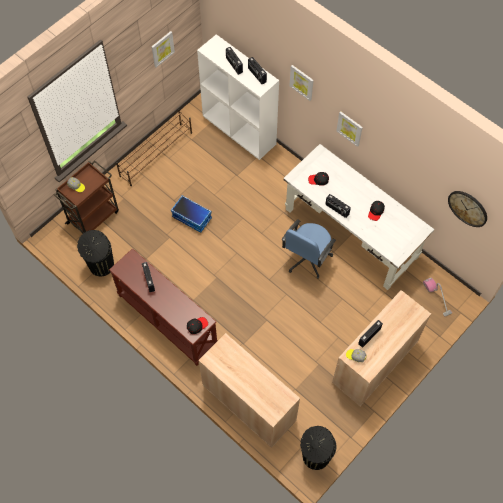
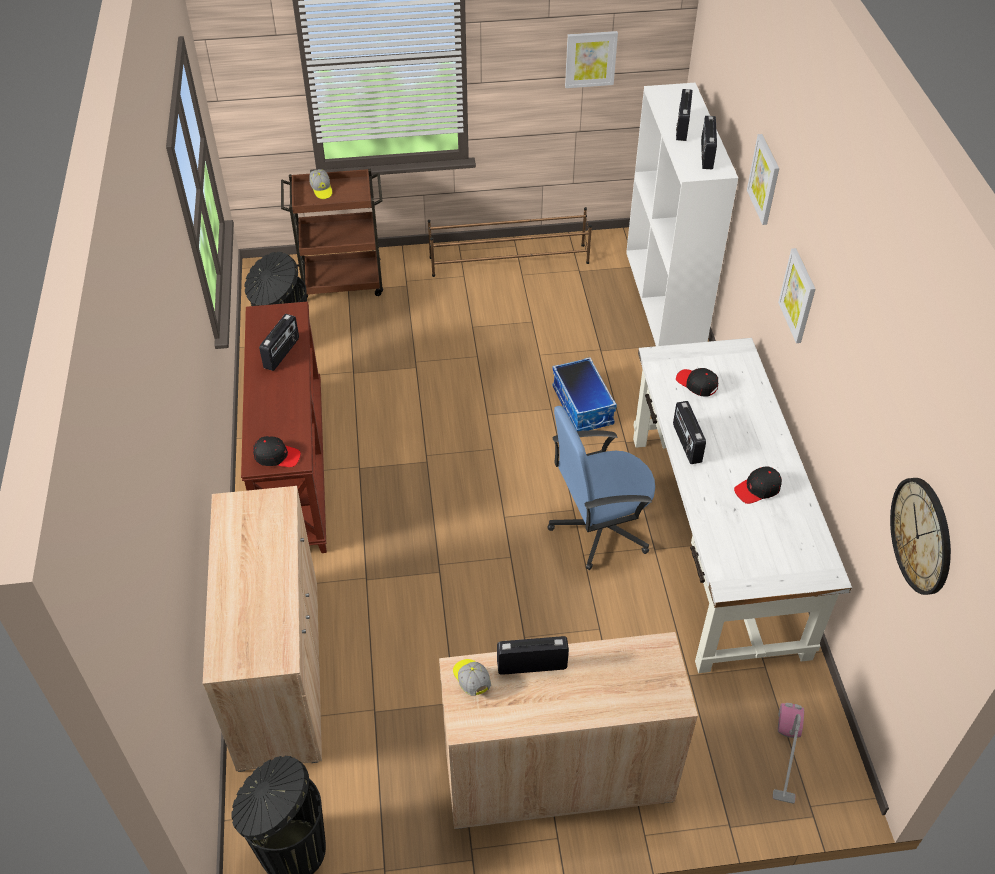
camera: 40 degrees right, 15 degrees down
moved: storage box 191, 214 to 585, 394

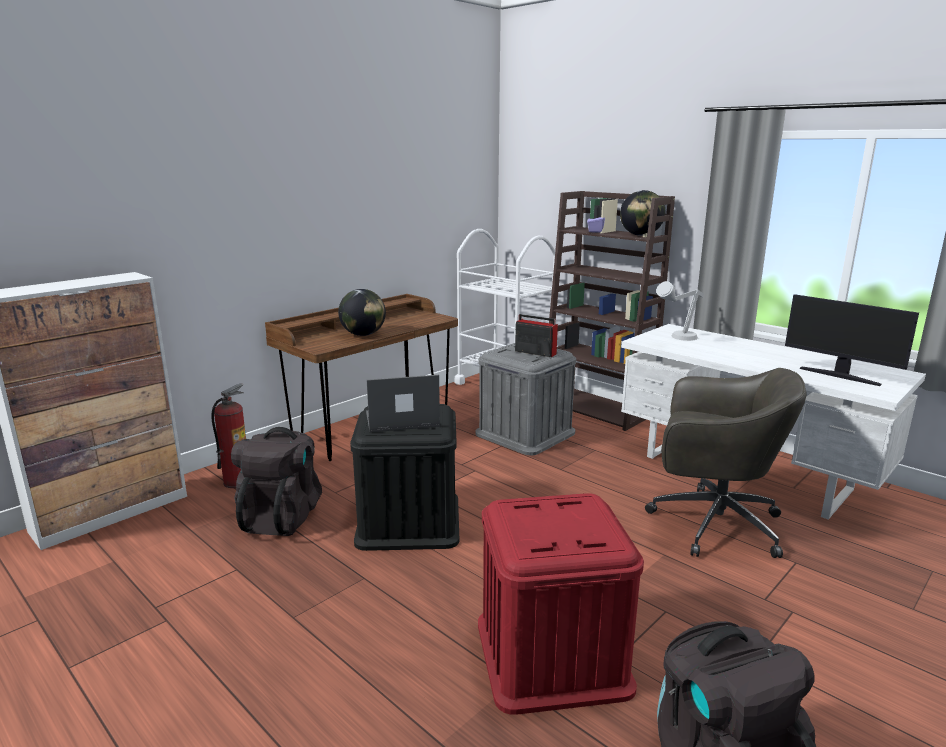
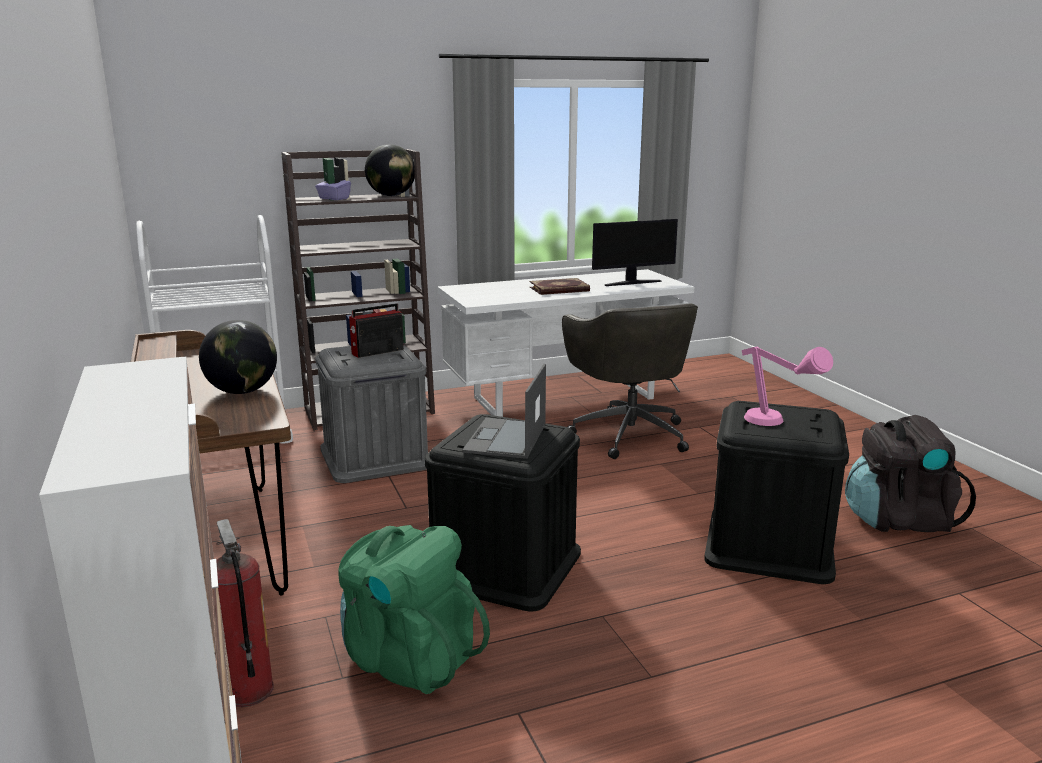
camera: 65 degrees left, 0 degrees up
removed: tabletop lamp in gray 680, 311
added: volume 560, 286; tabletop lamp in pinkish 787, 386
recoloured: knapsack in black-coloured 276, 481 to knapsack in green 414, 609; storage box in red 561, 604 to storage box in black-coloured 776, 492
turned: office chair in gray 726, 463 = 630, 381 120 degrees clockwise

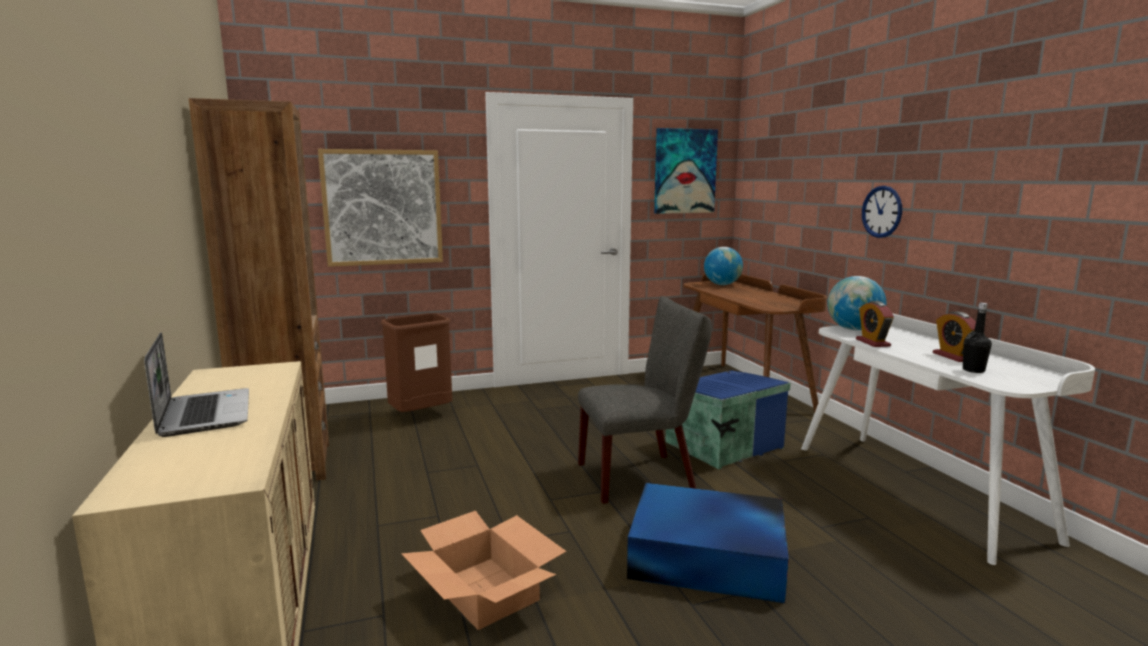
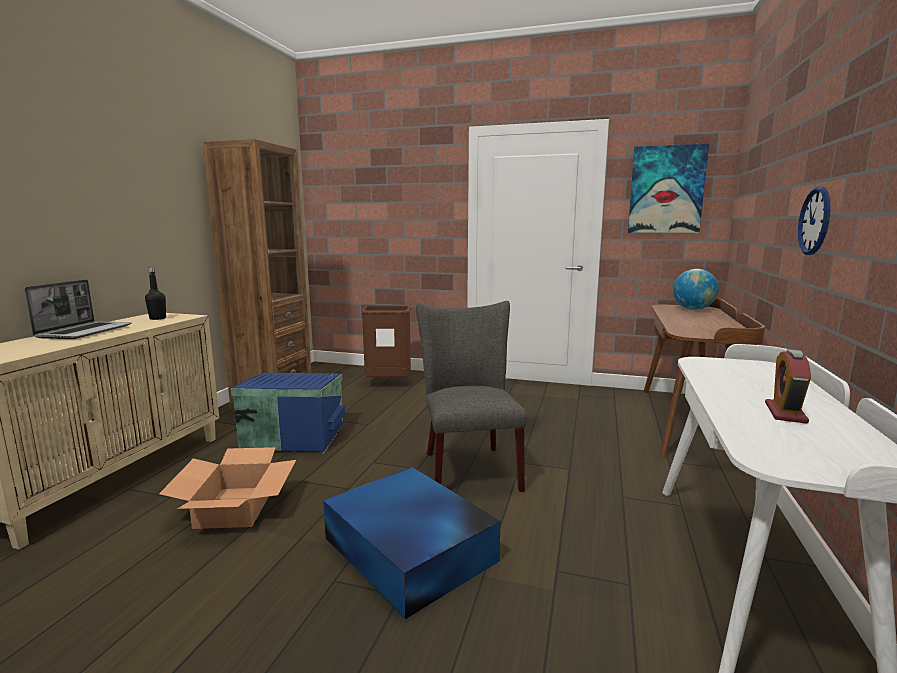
camera: 35 degrees right, 0 degrees up
removed: wall art 380, 208; globe 856, 303; bedside clock 875, 324
moved: drink bottle in black-coloured 977, 338 to 155, 293; storage box in bluish 728, 419 to 288, 413
turned: chair in gray 645, 400 = 471, 396 120 degrees counterclockwise

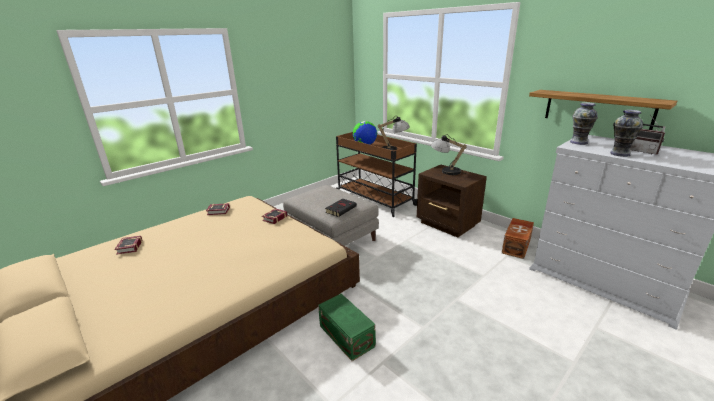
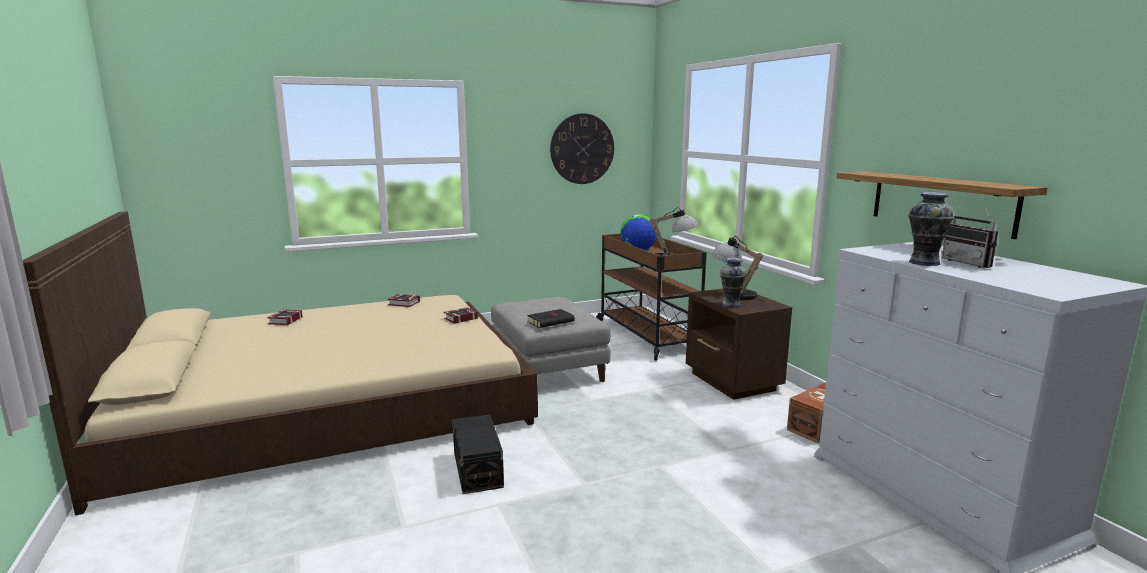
camera: 20 degrees right, 10 degrees down
added: clock on the wall 582, 148
moved: flower vase 584, 123 to 733, 283
recoloured: storage box in green 347, 327 to storage box in black-coloured 478, 454

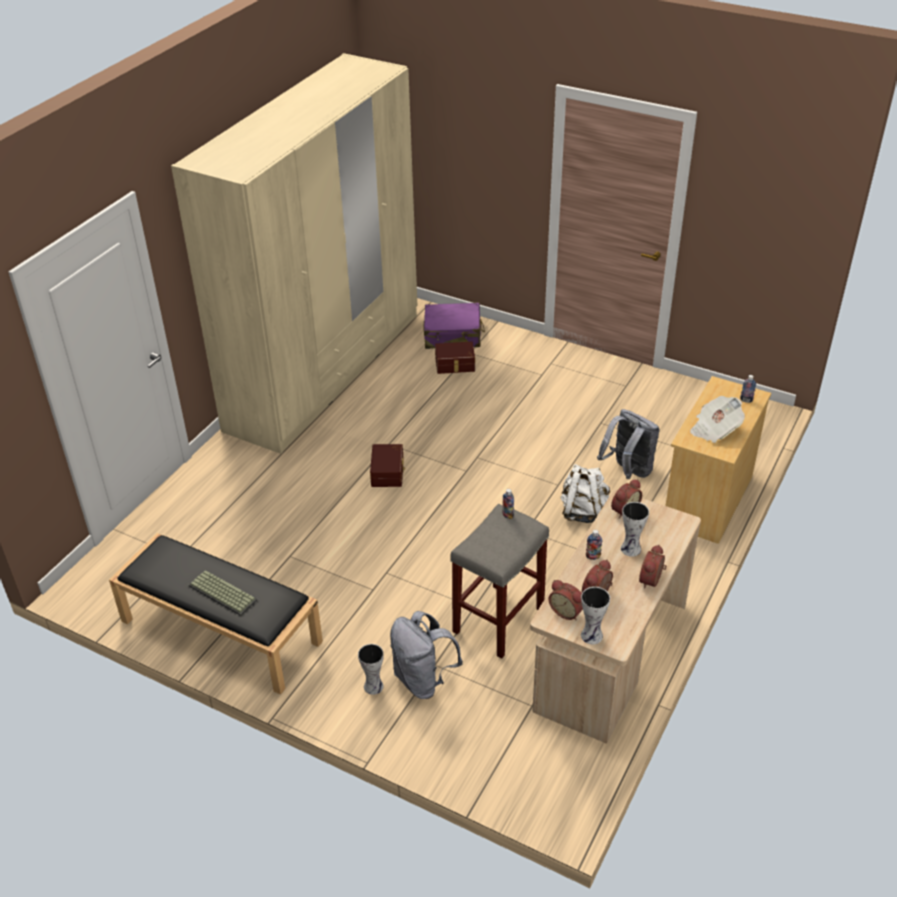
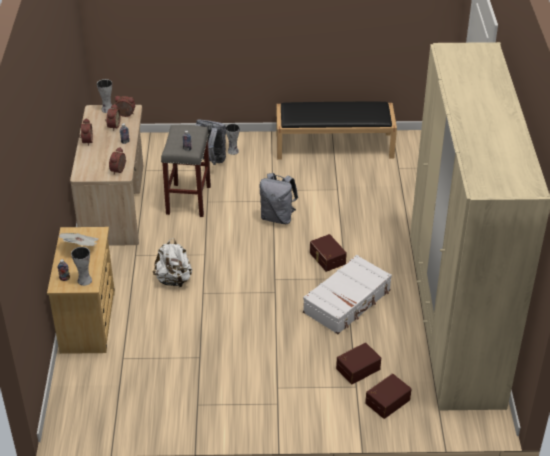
camera: 150 degrees right, 0 degrees up
removed: PC keyboard 223, 593
added: piece of luggage in whitish 347, 294
moved: knapsack in gray 628, 444 to 278, 198; flower vase 635, 529 to 81, 266
replaced: piece of luggage in purplish 454, 326 to storage box in brownish 388, 396

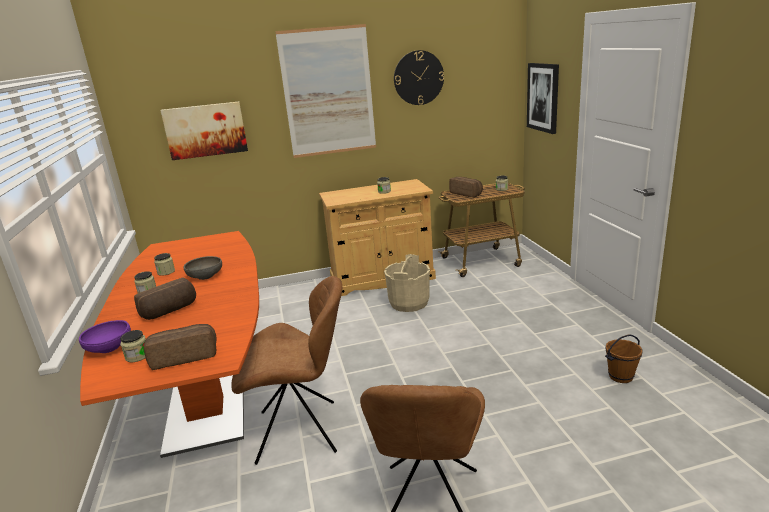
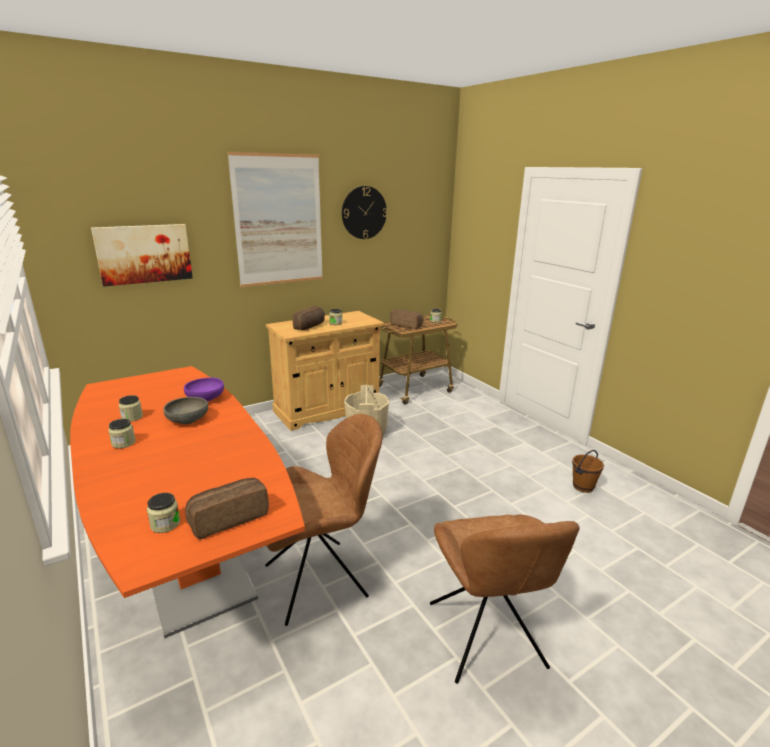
camera: 20 degrees left, 0 degrees up
removed: wall art 543, 98
moved: bakery bread 165, 298 to 308, 318; deep dish in purplish 105, 336 to 204, 389

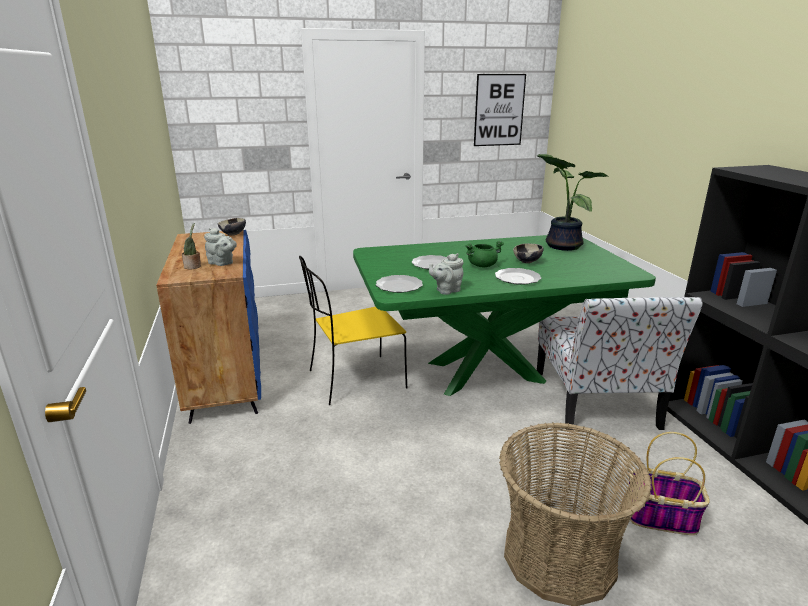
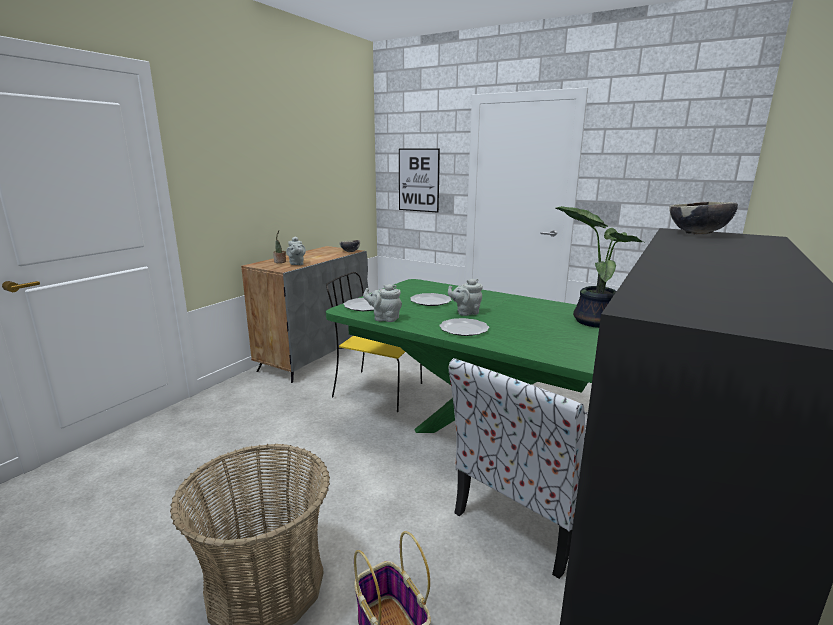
camera: 45 degrees right, 5 degrees down
moved: wall art 500, 110 to 419, 180; deep dish 528, 253 to 703, 218
replaced: stockpot in green 485, 254 to teapot in gray 465, 297
recoloured: storage cabinet in bluish 208, 327 to storage cabinet in gray 305, 314

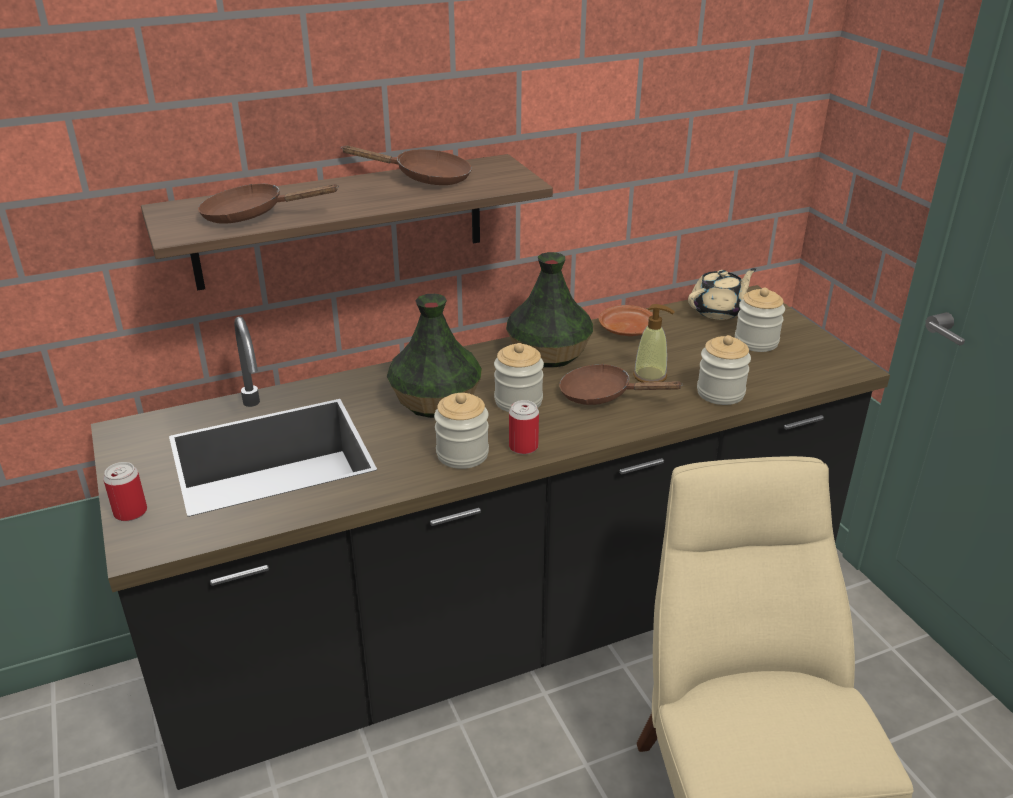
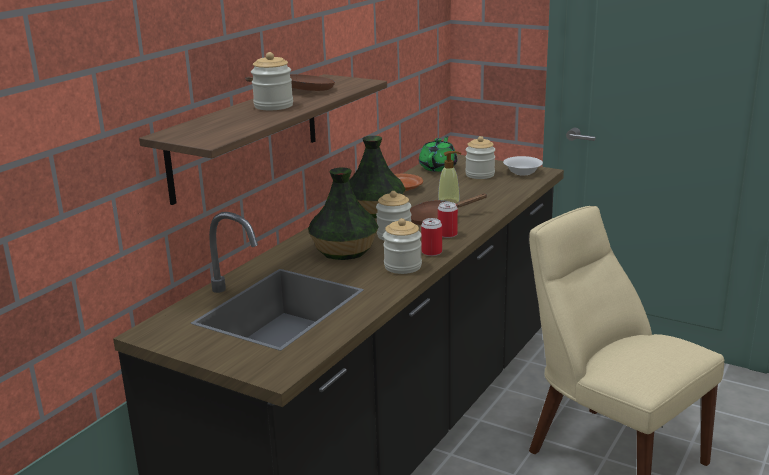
camera: 35 degrees left, 10 degrees down
removed: frying pan in brownish 268, 204
added: deep dish in whitish 523, 166
moved: preserve jar 724, 370 to 272, 81; metal can 125, 491 to 448, 220
recoloured: teapot in beige 722, 294 to teapot in green 438, 154

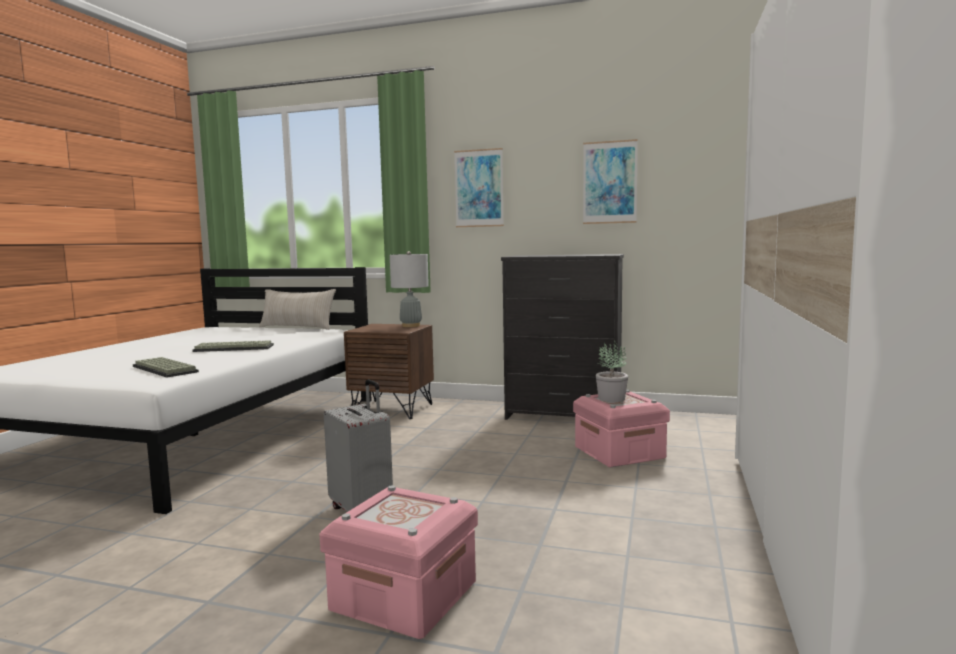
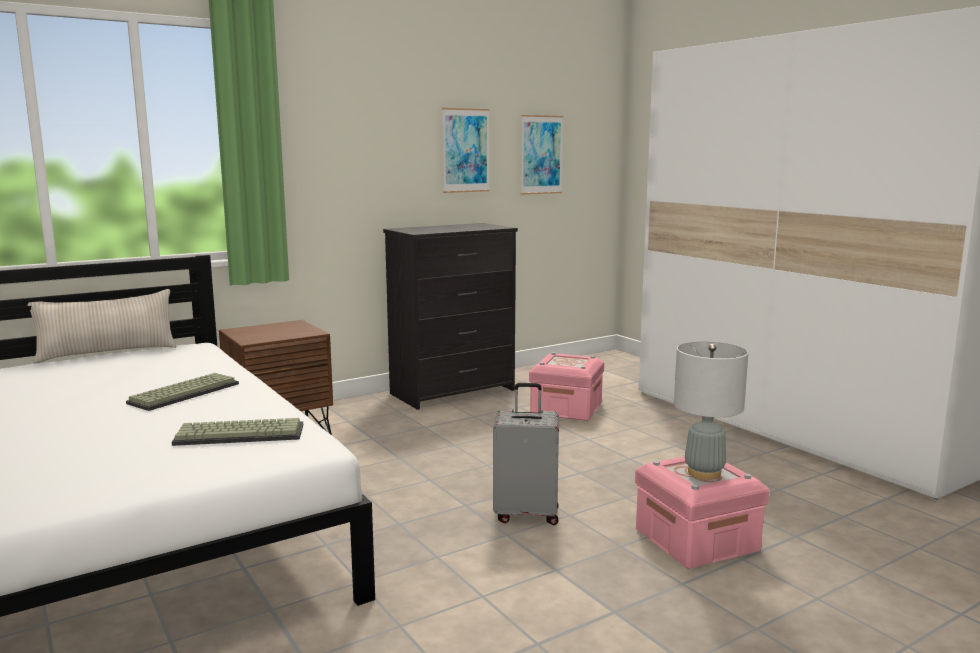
camera: 50 degrees left, 5 degrees up
removed: houseplant 612, 371
moved: wall art 479, 187 to 542, 155; tabletop lamp in gray 409, 289 to 711, 411

